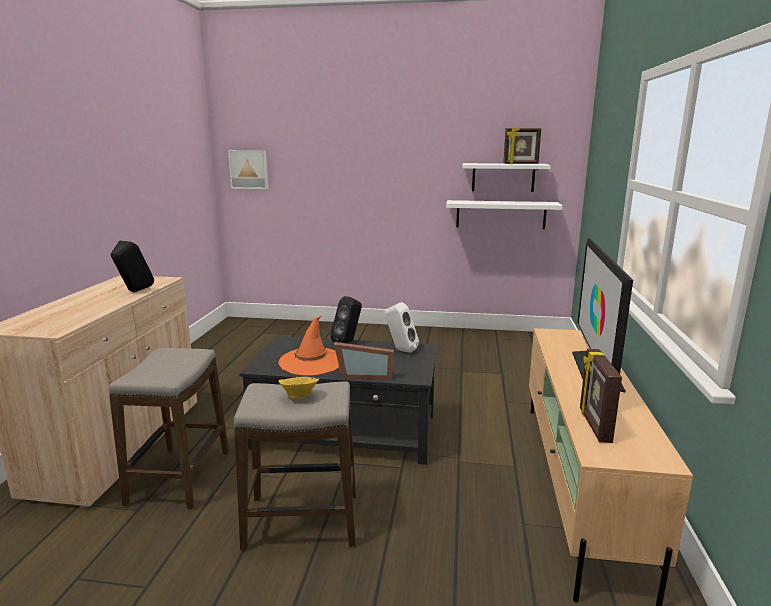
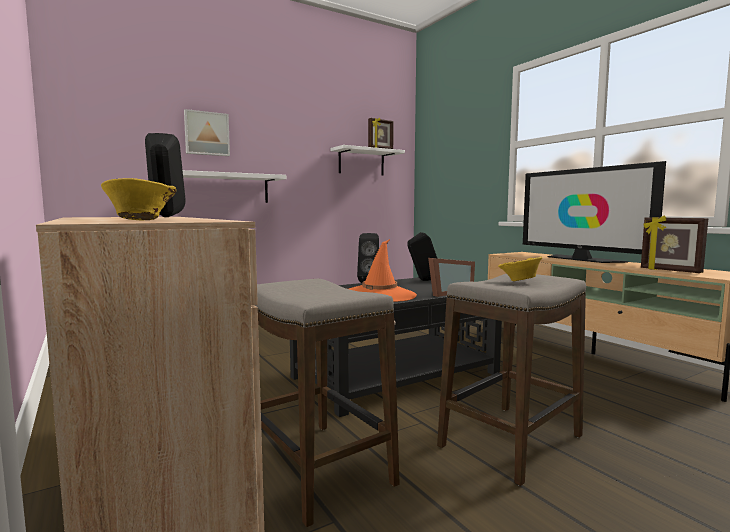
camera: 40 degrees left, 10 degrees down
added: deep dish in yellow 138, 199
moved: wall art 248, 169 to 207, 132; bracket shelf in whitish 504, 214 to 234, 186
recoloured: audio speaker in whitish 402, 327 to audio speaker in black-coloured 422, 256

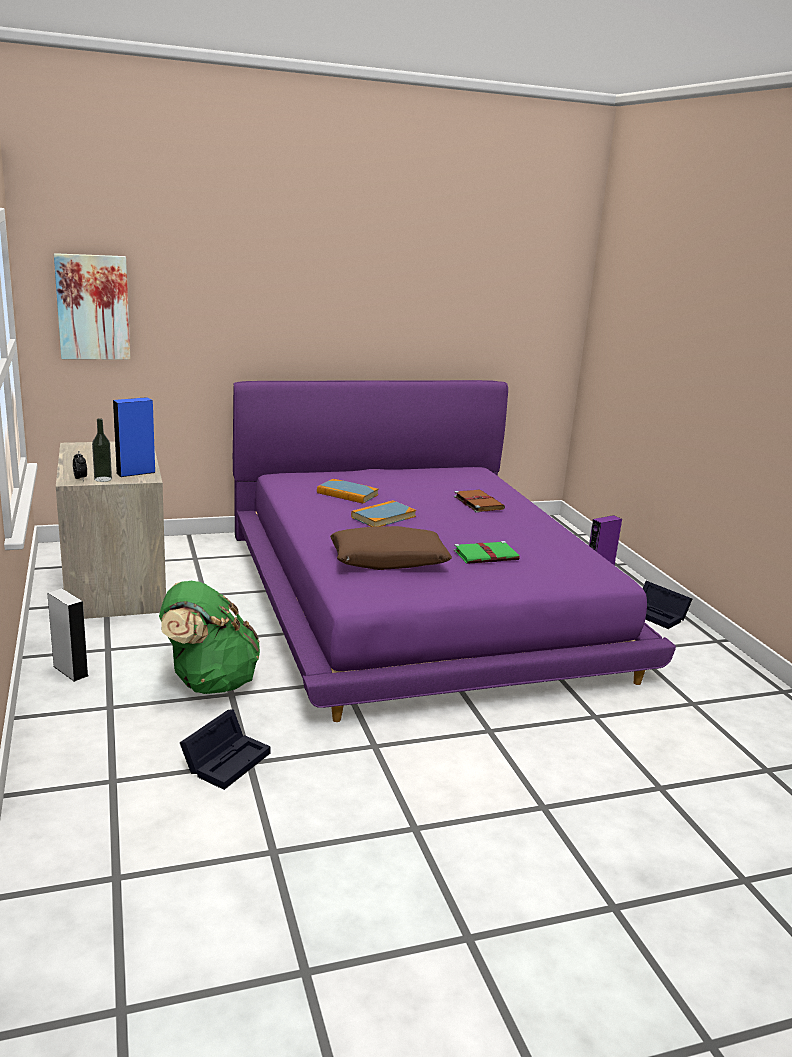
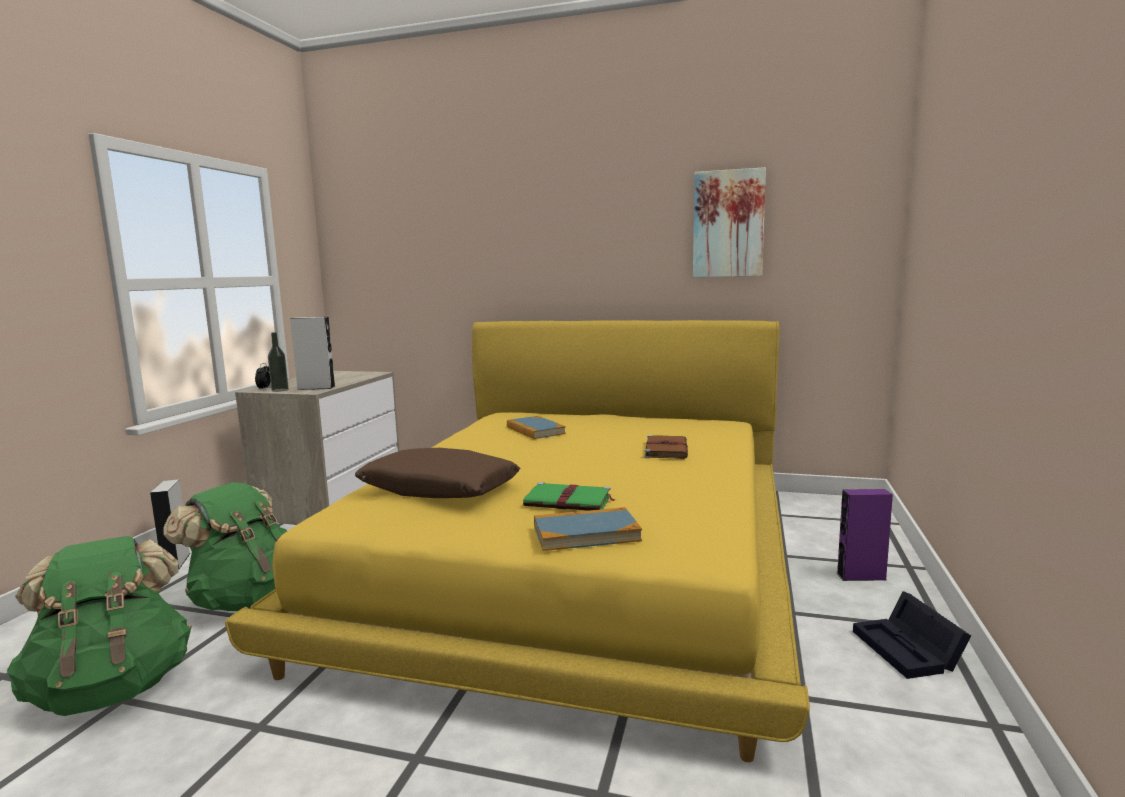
camera: 35 degrees right, 10 degrees down
moved: wall art 92, 306 to 729, 222; volume 383, 513 to 588, 529
replaced: storage box in black-coloured 225, 749 to knapsack in green 99, 626
recoloured: bedroom bed in purplish 454, 551 to bedroom bed in yellow 517, 541; audio speaker in bluish 134, 437 to audio speaker in gray 313, 353

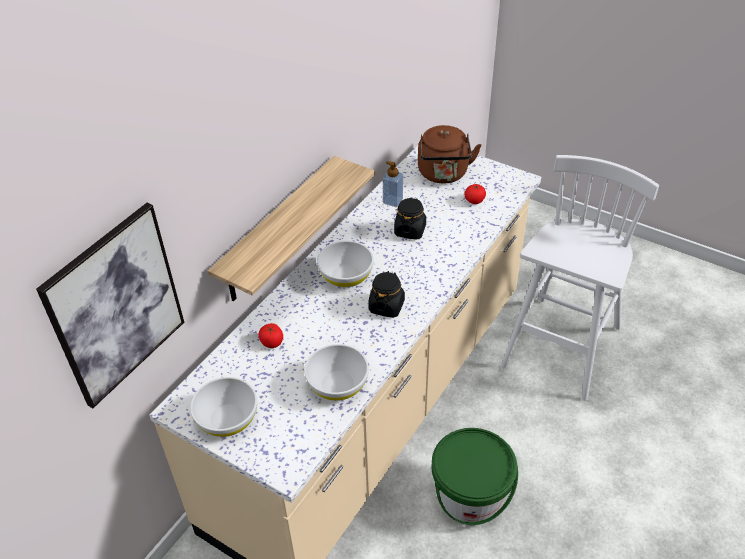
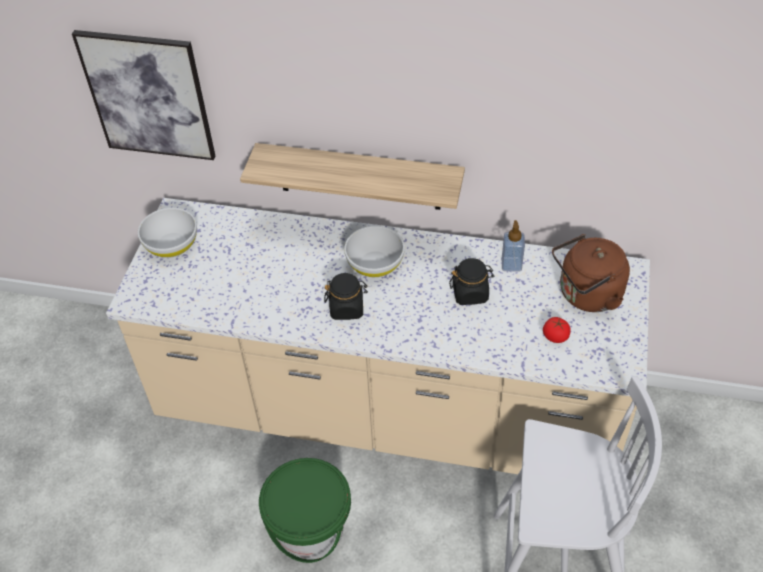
camera: 70 degrees right, 5 degrees up
removed: fresh tomato 271, 335; deep dish in whitish 336, 372

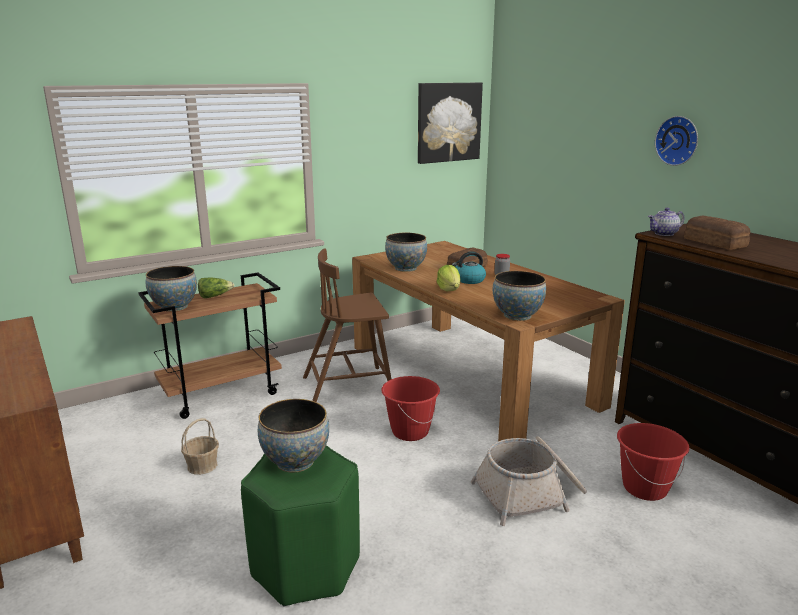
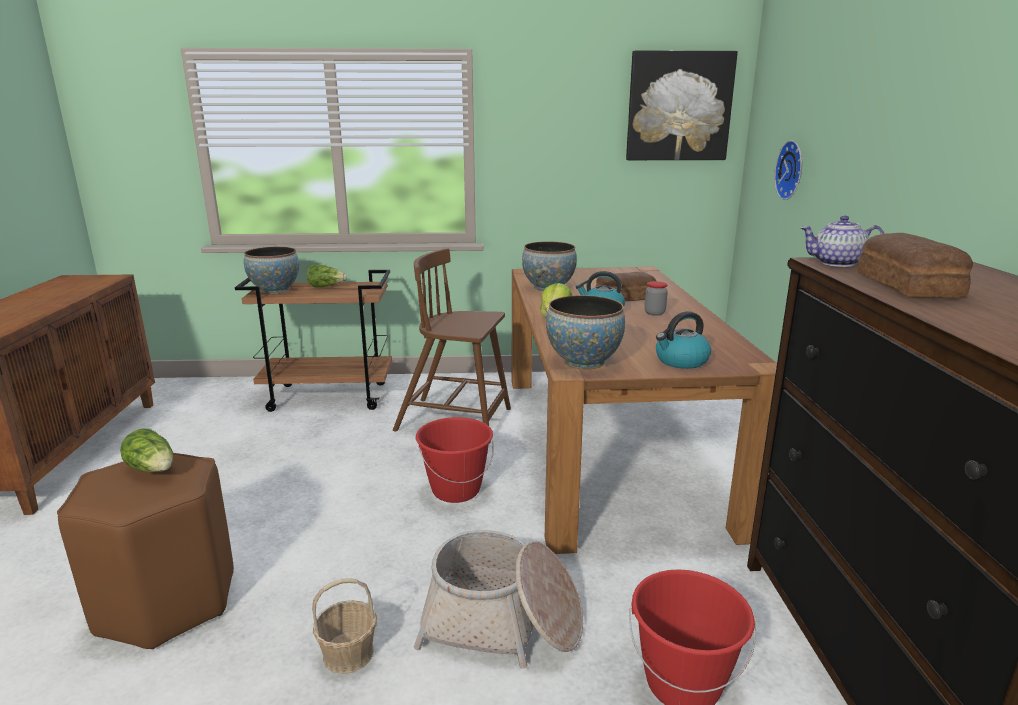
camera: 30 degrees right, 0 degrees up
added: kettle 683, 340
moved: clock on the wall 676, 141 to 788, 170; household basket 200, 446 to 344, 626
replaced: deep dish 293, 436 to lettuce 146, 450
recoloured: stool in green 300, 525 to stool in brownish 145, 551

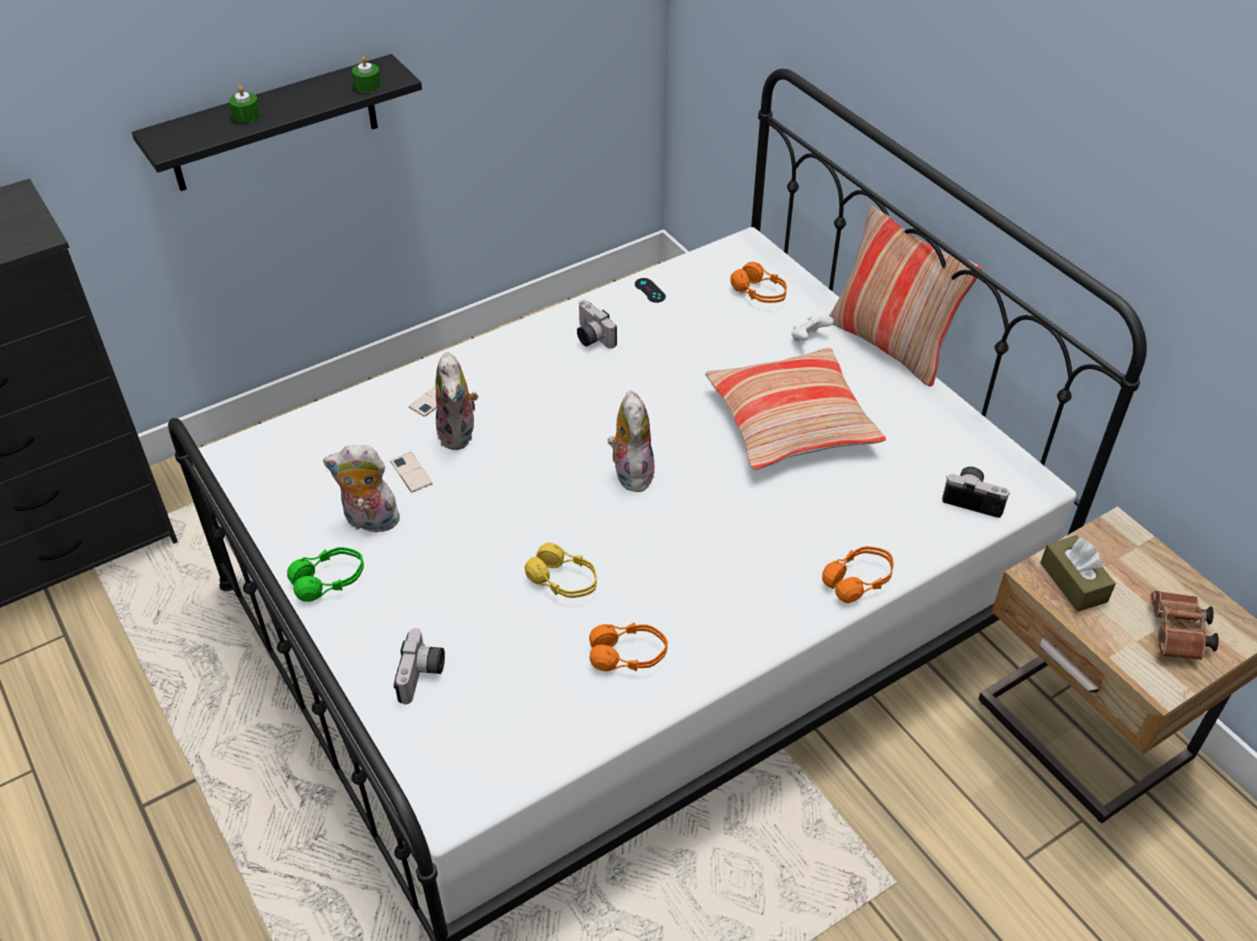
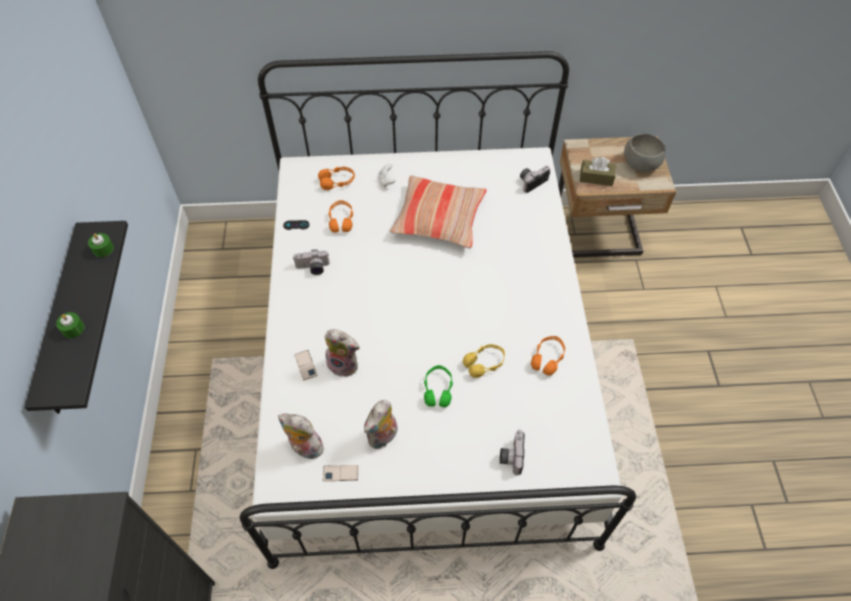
camera: 60 degrees left, 10 degrees up
removed: pillow 905, 296
moved: soft toy 632, 442 to 301, 436; telephone 411, 472 to 340, 473; pair of headphones in orange 858, 574 to 340, 216; pair of headphones in green 325, 574 to 438, 386
replaced: field glasses in brownish 1184, 625 to deep dish in gray 645, 153
turned: still camera 419, 666 = 512, 452 120 degrees counterclockwise

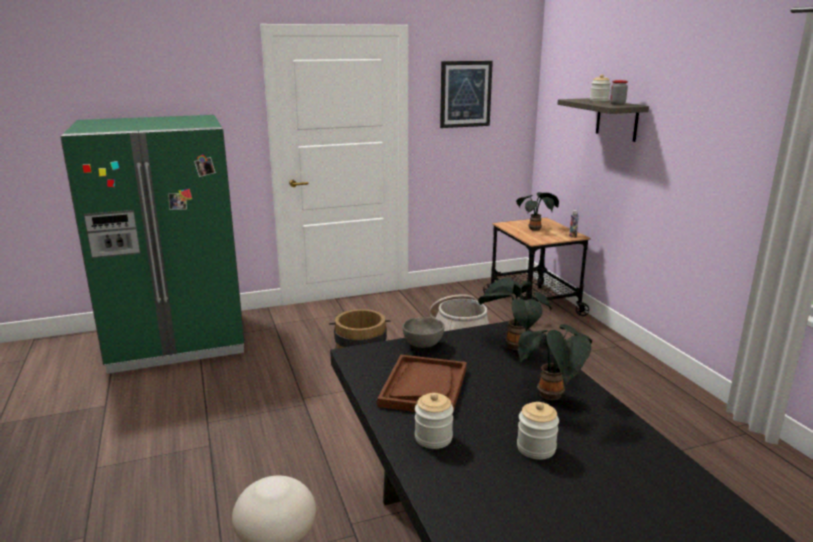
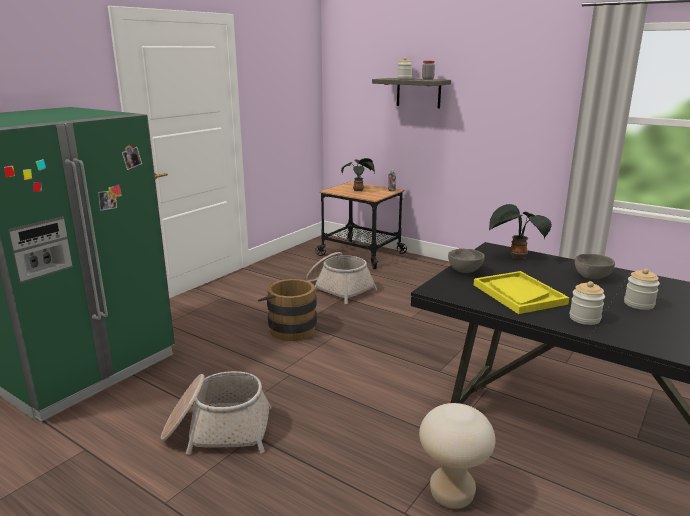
camera: 35 degrees left, 0 degrees up
removed: wall art 466, 94
added: household basket 216, 413
replaced: houseplant 555, 362 to deep dish in gray 595, 266
recoloured: carrying tray in brownish 422, 385 to carrying tray in yellow 522, 292

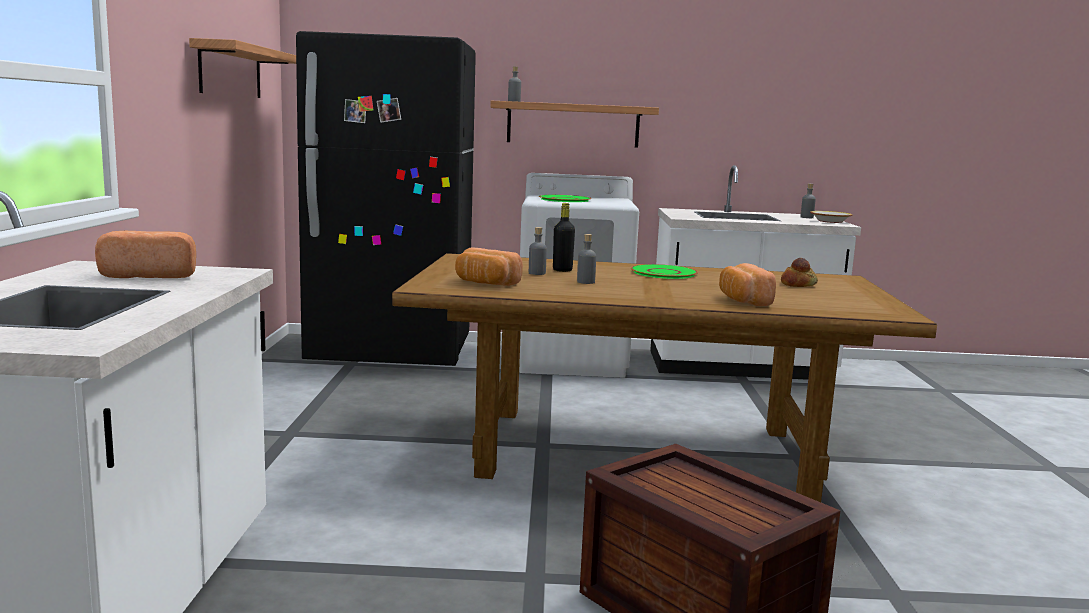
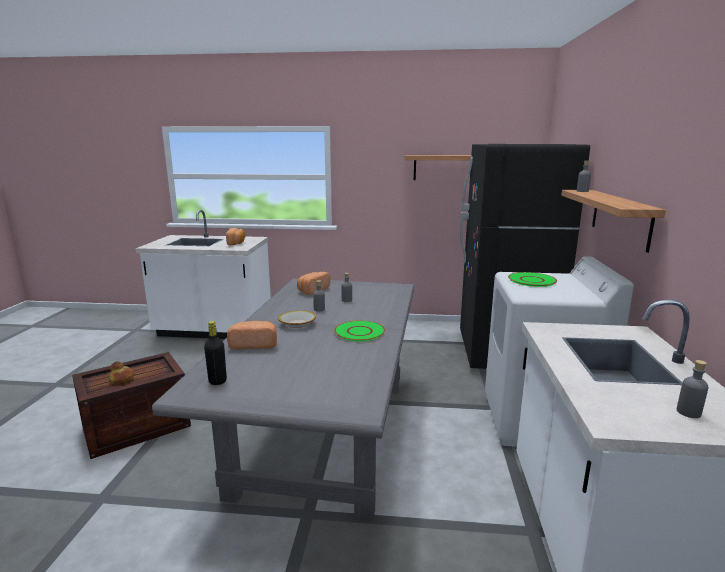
camera: 95 degrees right, 5 degrees up
moved: drink bottle in black-coloured 564, 237 to 215, 353; deep dish 831, 217 to 297, 319; bakery bread 799, 272 to 122, 372
recoloured: kitchen table in brownish 664, 377 to kitchen table in gray 283, 399

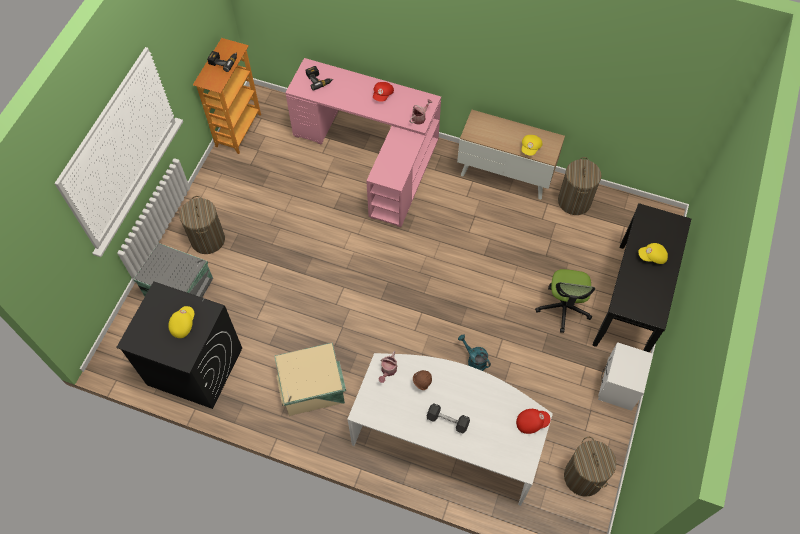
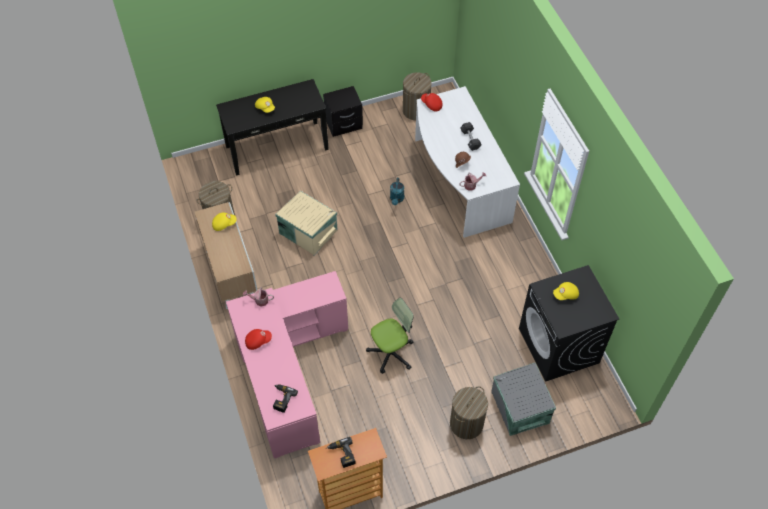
camera: 130 degrees left, 5 degrees down
moved: office chair 565, 301 to 390, 336; storage box in beige 310, 379 to 306, 223
recoloured: night table in whitish 625, 376 to night table in black-coloured 343, 111

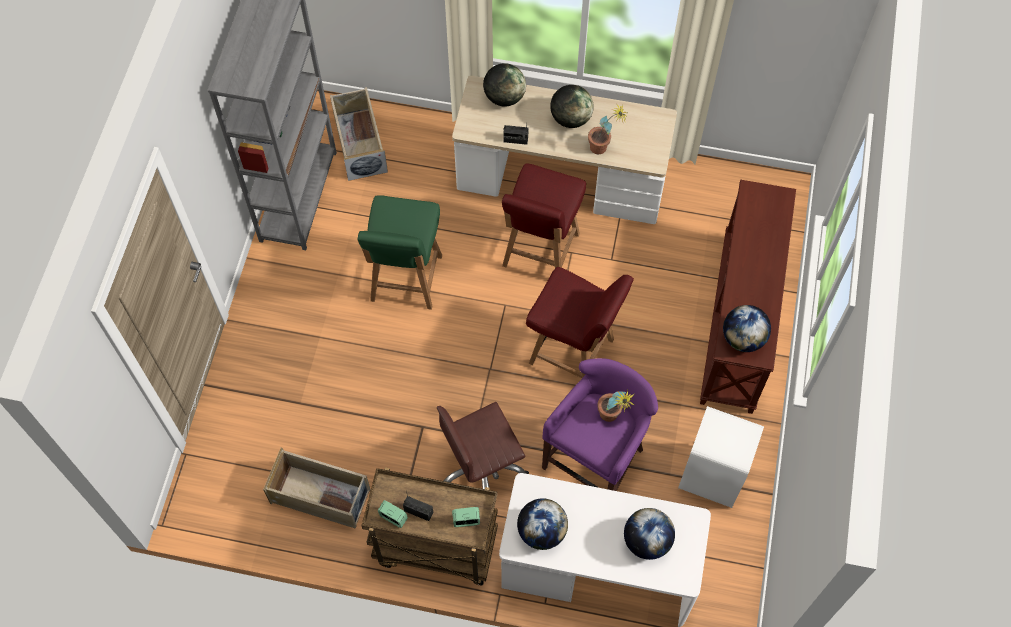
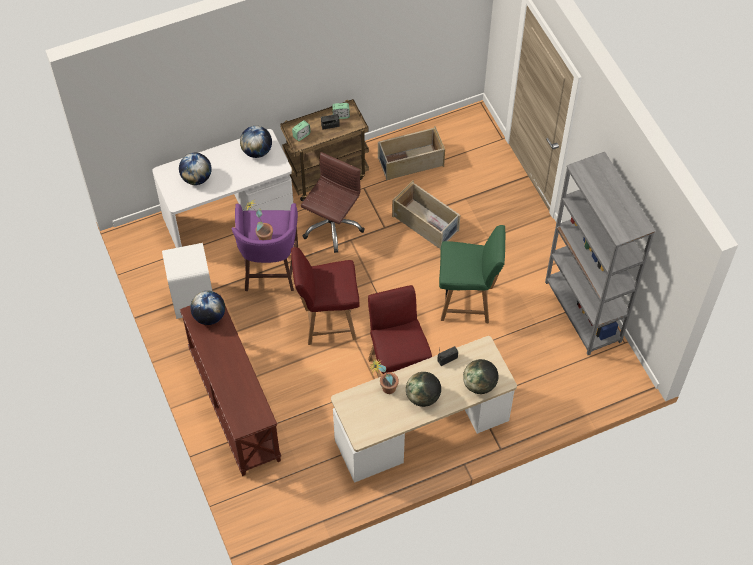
camera: 145 degrees right, 5 degrees down
moved: storage box in beige 359, 134 to 426, 215
turned: chair in green 399, 252 = 472, 274 120 degrees clockwise

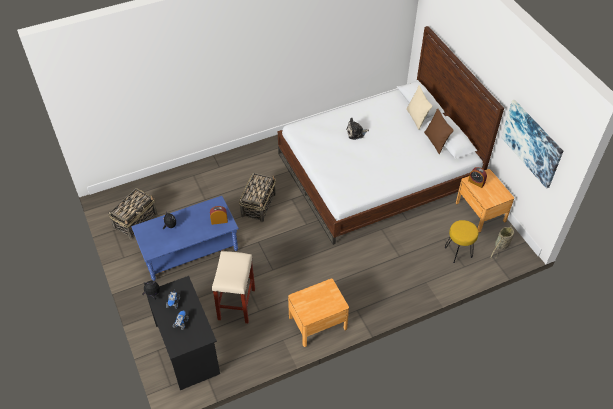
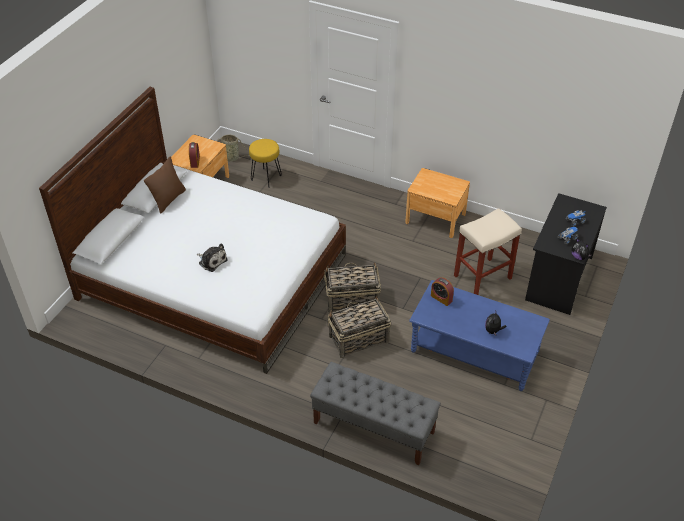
camera: 130 degrees left, 5 degrees down
removed: pillow in beige 419, 107; wall art 532, 144
added: bench in gray 375, 413
moved: household basket 133, 213 to 352, 287

